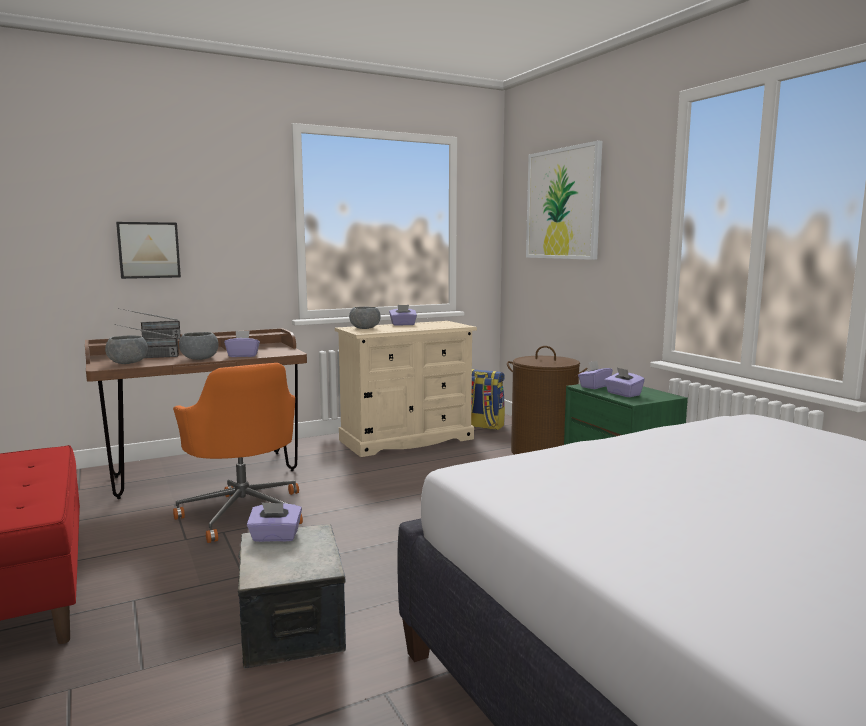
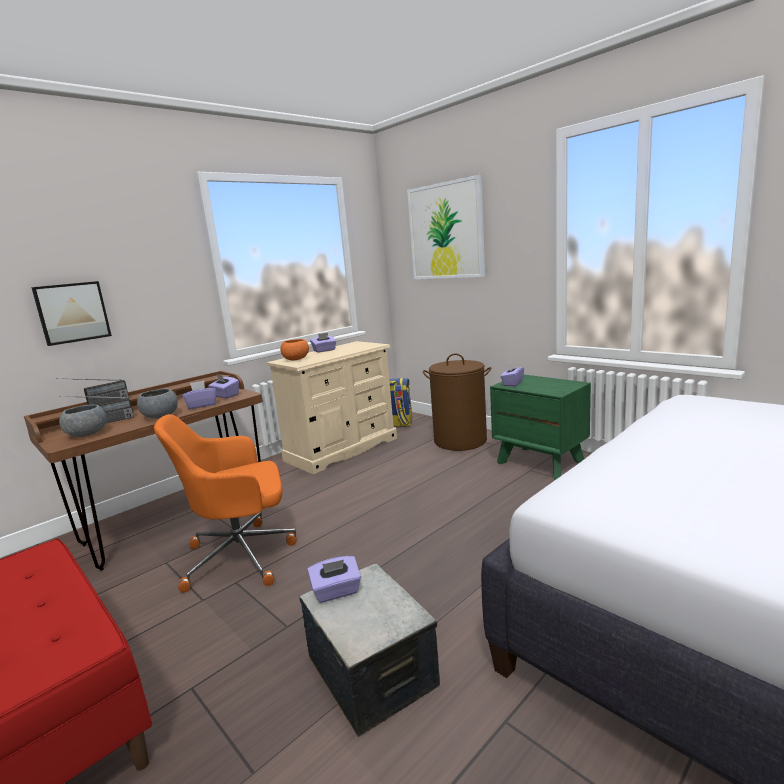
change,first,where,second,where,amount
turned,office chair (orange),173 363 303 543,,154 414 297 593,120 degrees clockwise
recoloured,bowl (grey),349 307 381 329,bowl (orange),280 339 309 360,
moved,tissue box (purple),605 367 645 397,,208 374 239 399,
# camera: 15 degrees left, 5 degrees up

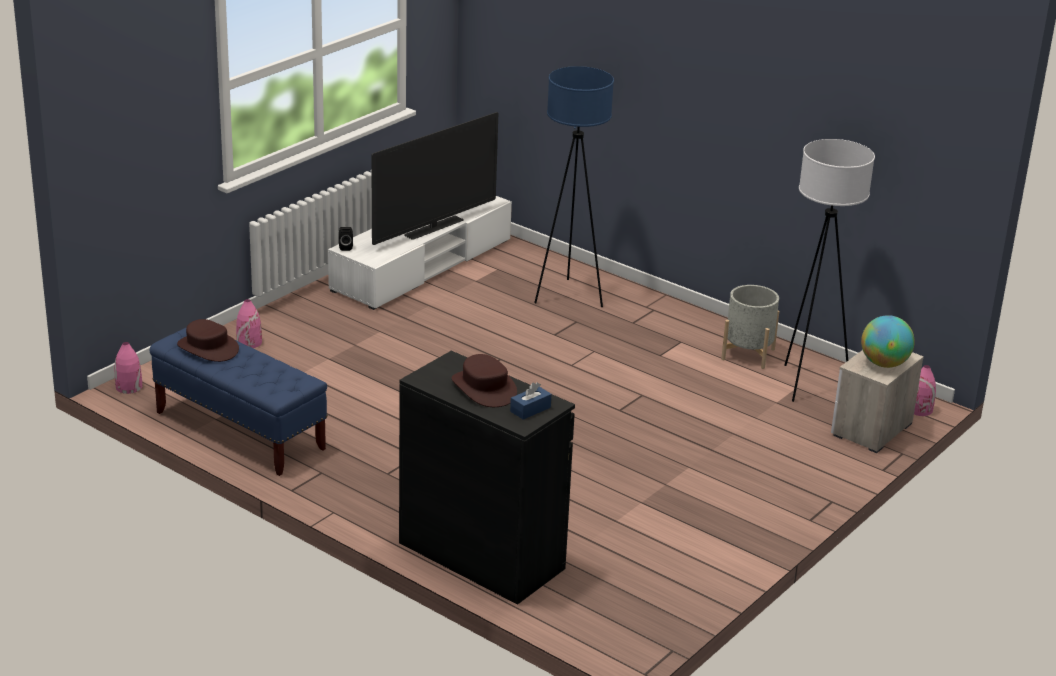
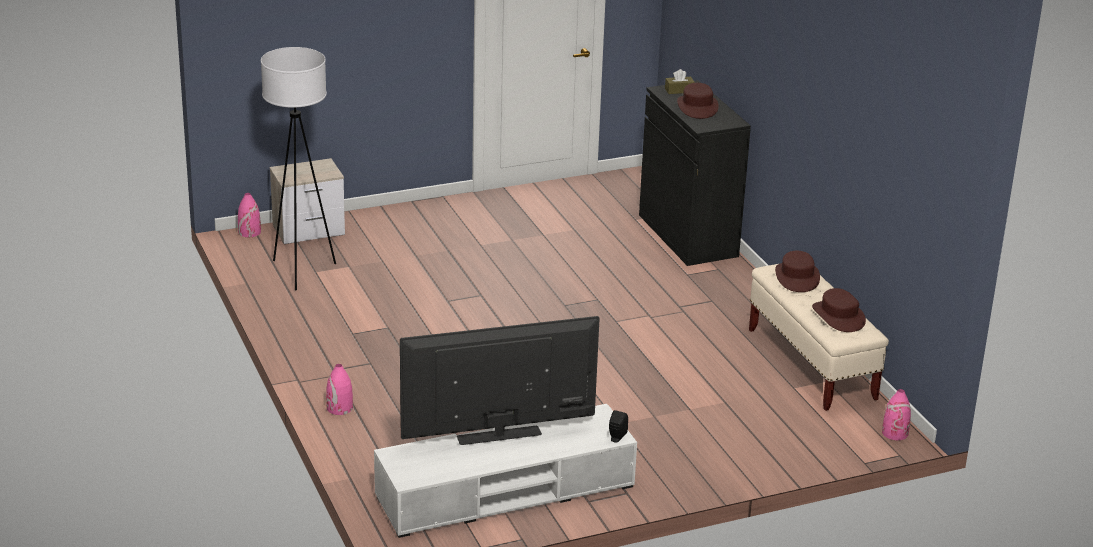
change,first,where,second,where,amount
recoloured,bench (blue),150 327 327 476,bench (beige),749 264 889 411,
moved,vase (pink),236 299 262 348,,326 364 353 415,
recoloured,tissue box (blue),510 382 551 420,tissue box (brown),665 69 695 94,
removed,floor lamp (blue),534 66 614 307,,,
removed,planter (grey),721 285 779 369,,,
removed,globe,861 315 915 368,,,
added,,,hat (brown),775 251 820 292,
# camera: 150 degrees left, 0 degrees up

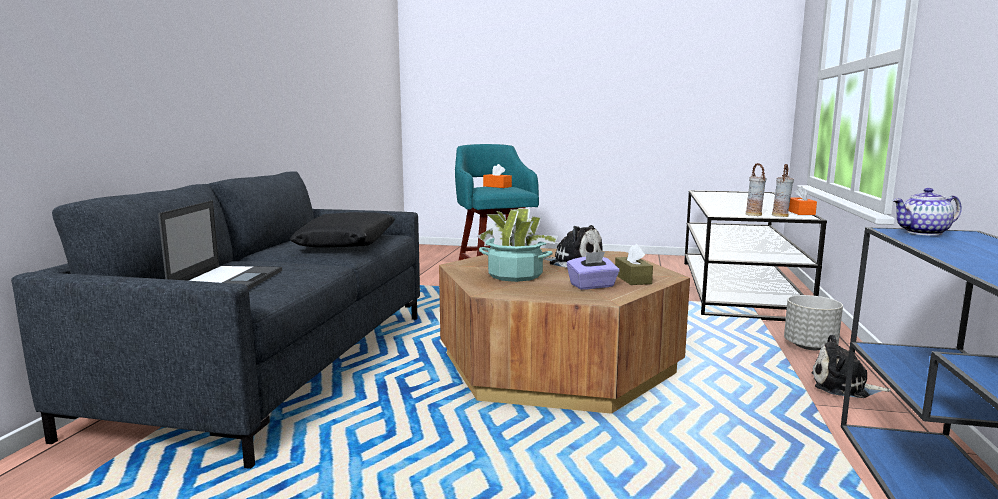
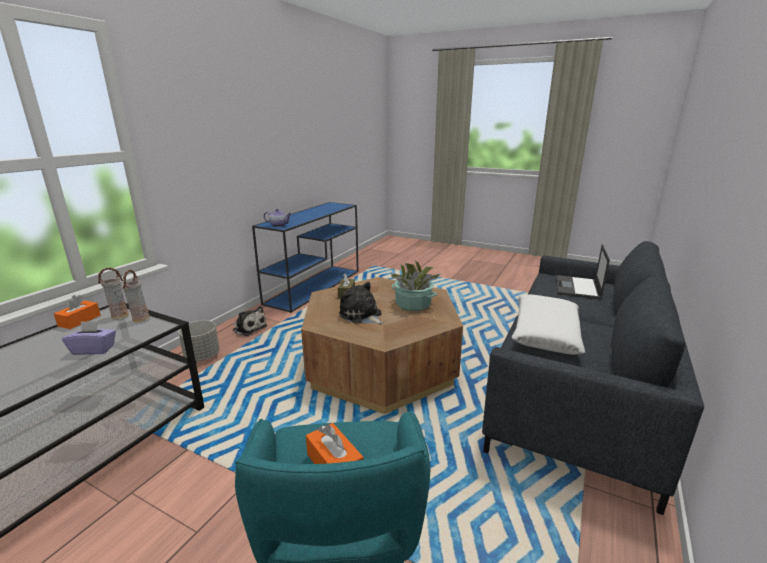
change,first,where,second,where,amount
recoloured,pillow (black),290 212 395 247,pillow (white),511 294 585 354,
moved,tissue box (purple),567 252 619 290,,62 321 116 355,
# camera: 165 degrees left, 10 degrees up

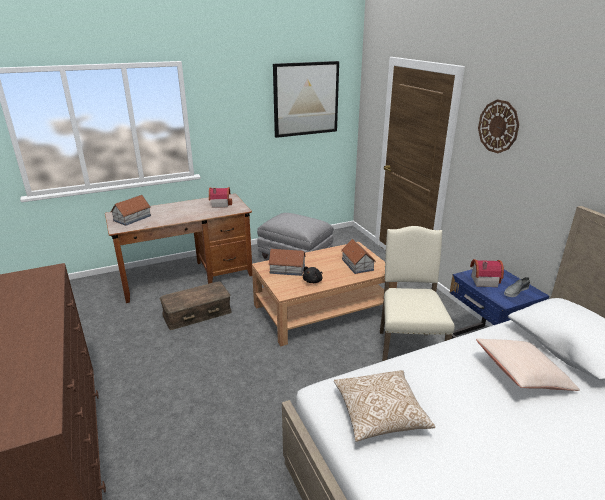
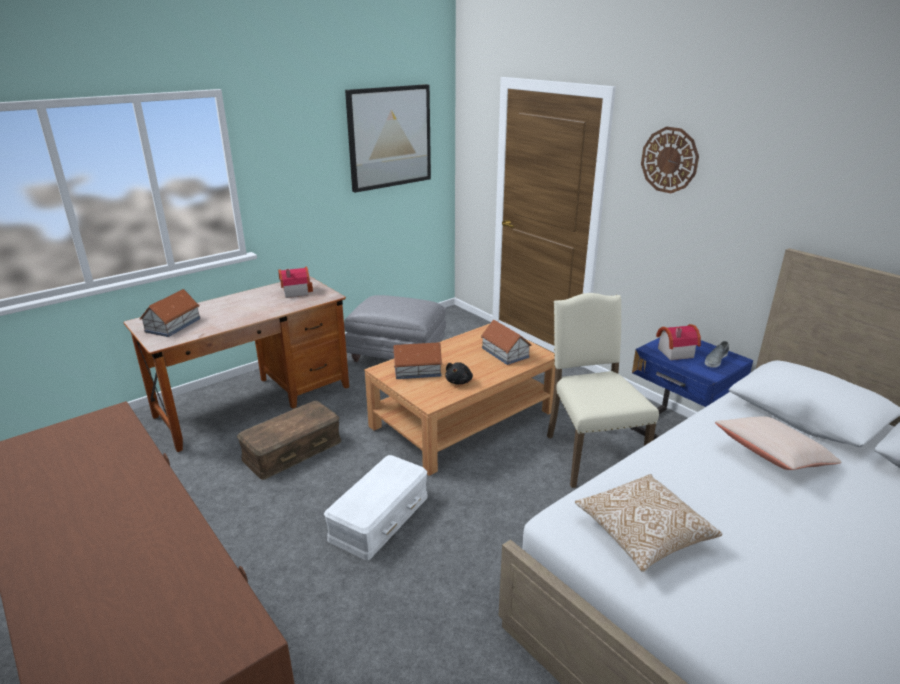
change,first,where,second,where,amount
added,,,storage box (white),324 455 428 560,
# camera: 15 degrees left, 0 degrees up

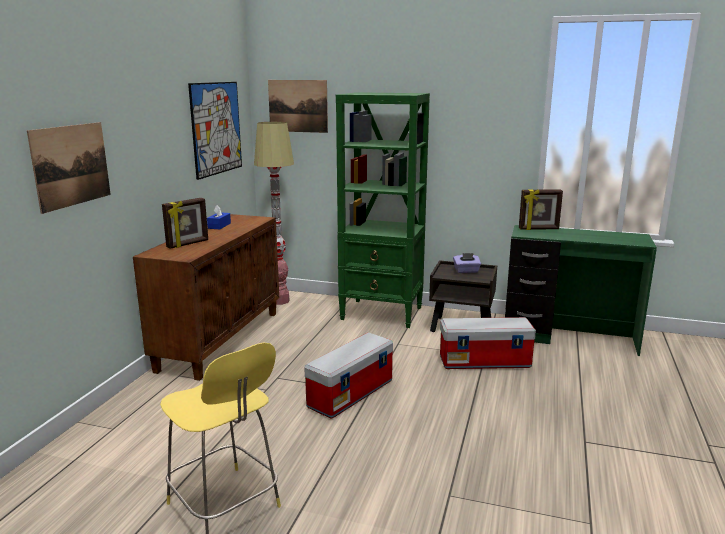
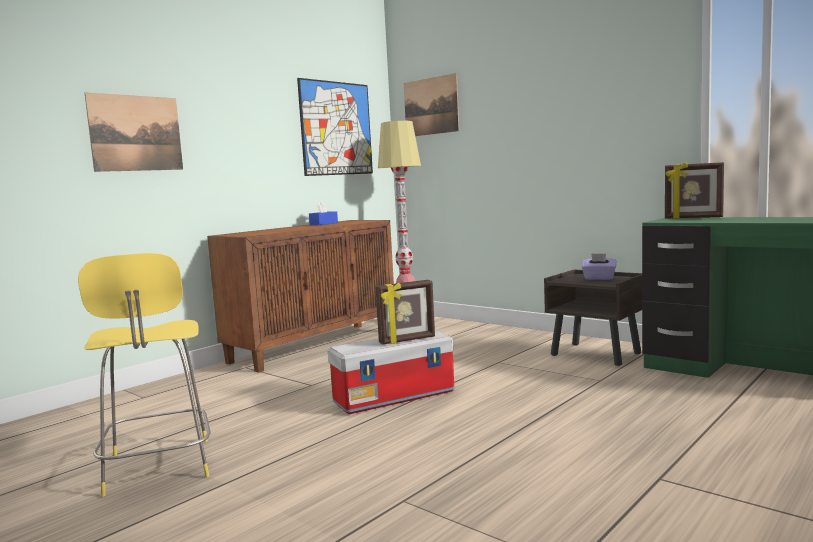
change,first,where,second,where,amount
moved,picture frame,162 198 208 249,,375 280 435 344,
removed,bookcase (green),336 92 430 328,,,
removed,storage box,440 317 536 369,,,
# camera: 25 degrees right, 10 degrees down

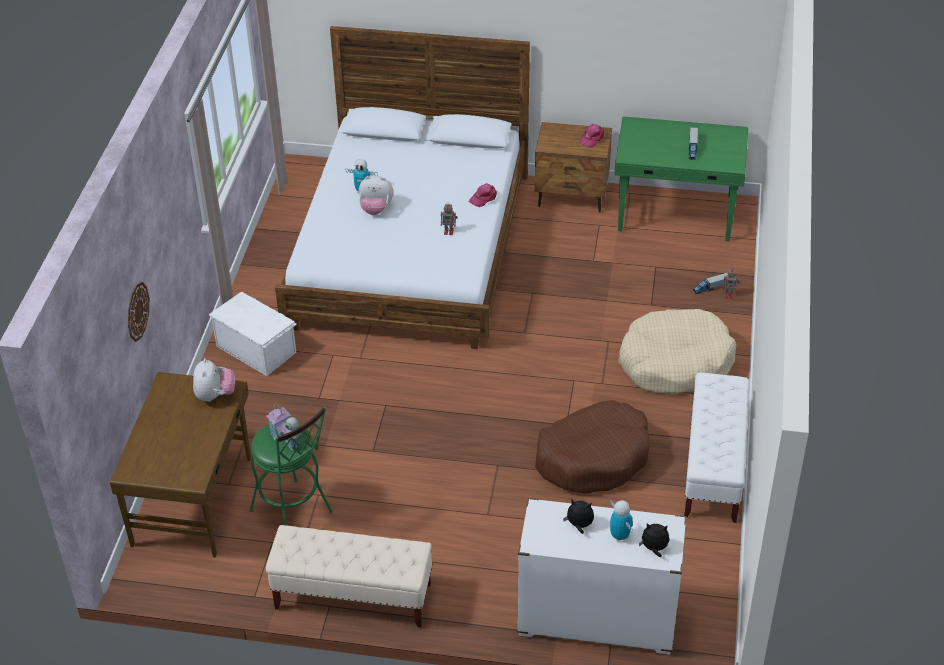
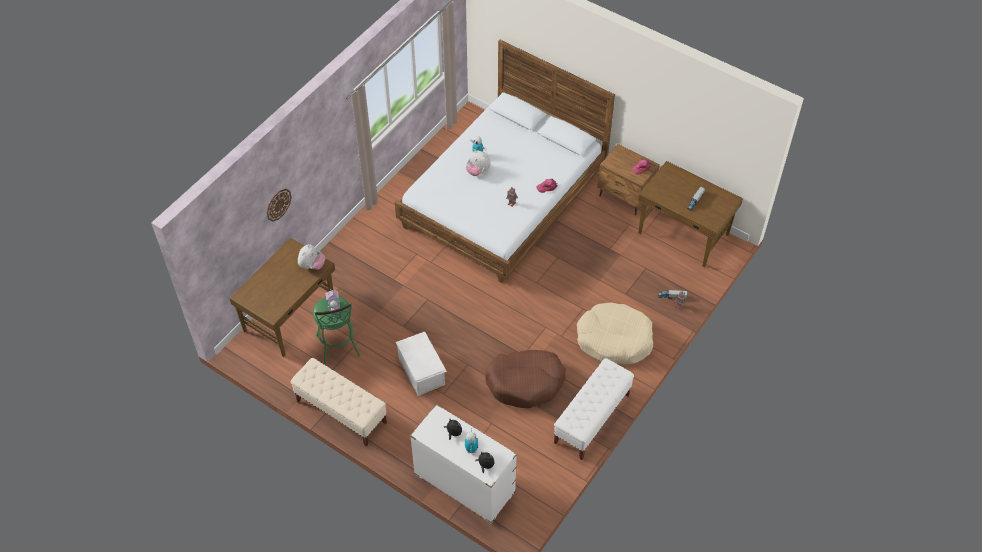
change,first,where,second,where,amount
moved,storage box (white),209 291 297 376,,396 332 447 396,
recoloured,desk (green),614 117 748 241,desk (brown),638 161 743 267,
# camera: 25 degrees right, 10 degrees up

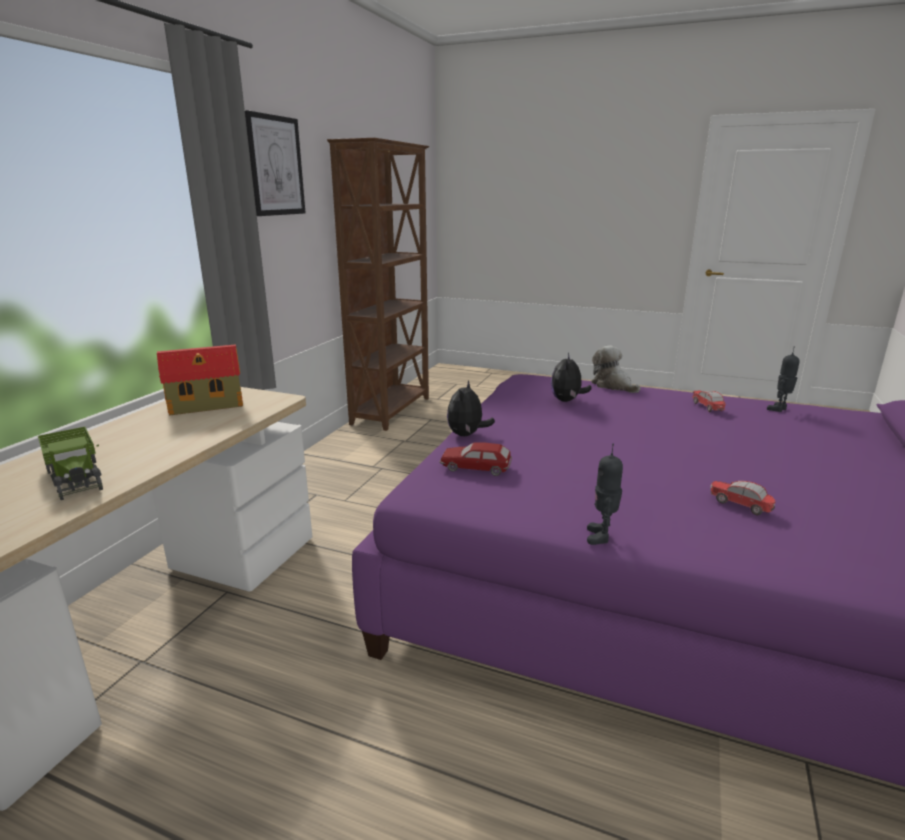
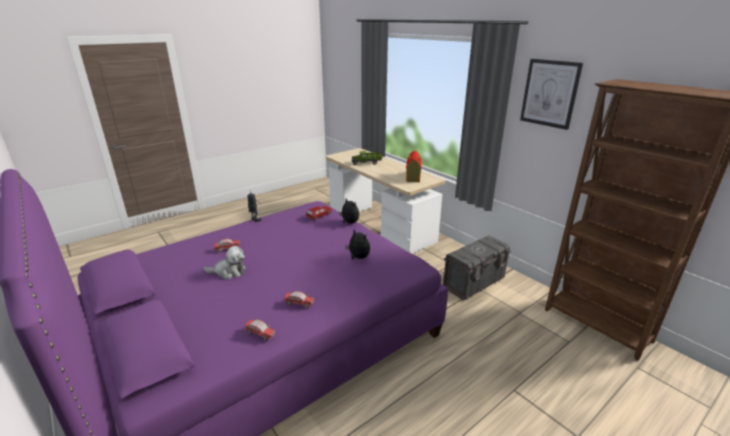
change,first,where,second,where,amount
moved,plush toy,591 345 641 393,,203 246 245 280,
replaced,toy robot,767 346 799 412,toy car,245 319 275 341,
added,,,storage box (grey),443 235 511 300,
# camera: 120 degrees right, 5 degrees up

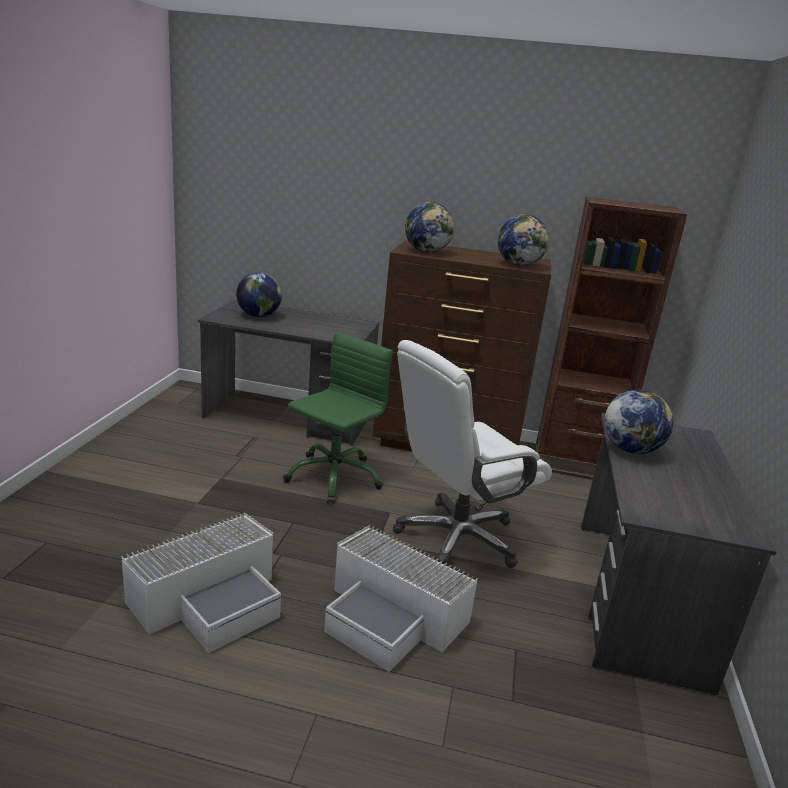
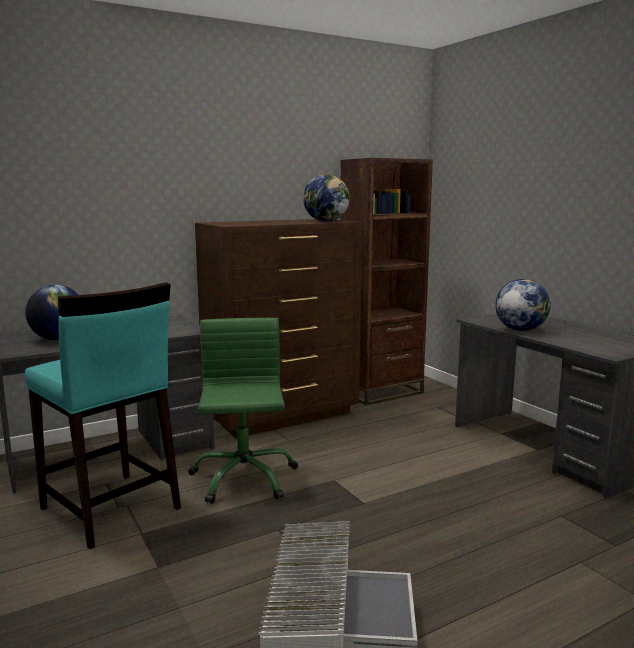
change,first,where,second,where,amount
removed,storage box (white),324 525 478 672,,,
removed,office chair (white),393 340 552 568,,,
removed,globe,405 202 455 253,,,
added,,,stool (turquoise),25 282 181 549,
# camera: 40 degrees left, 10 degrees down

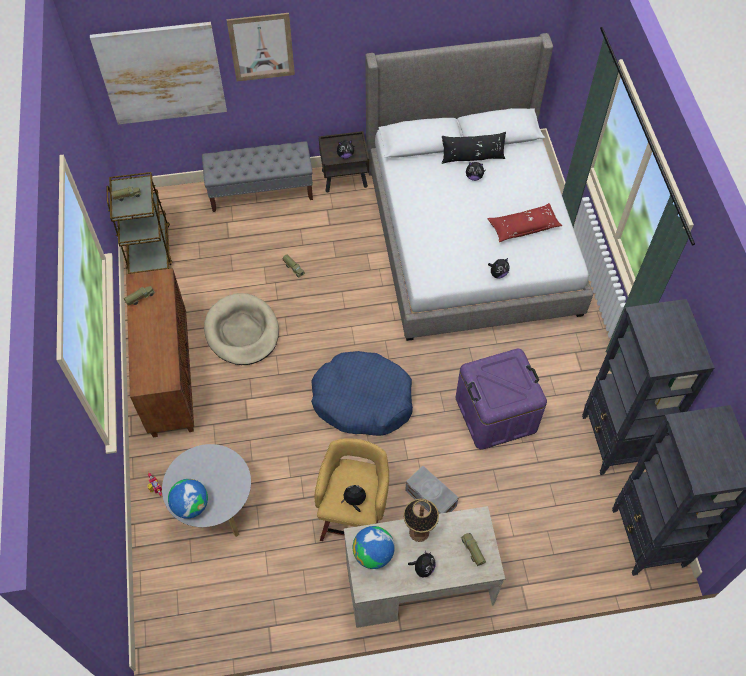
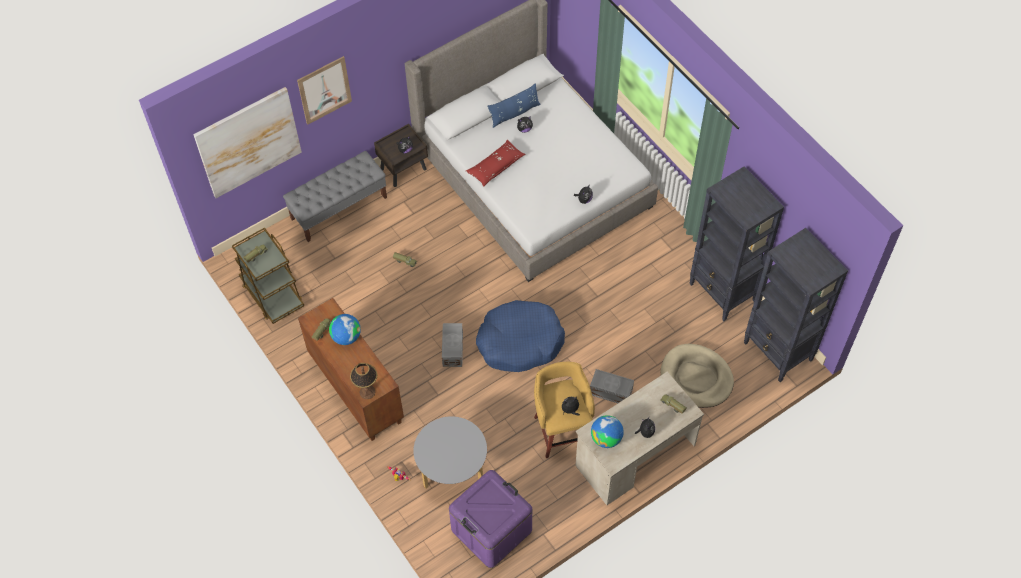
change,first,where,second,where,amount
moved,globe,168 479 208 519,,329 314 361 345,
moved,dog bed (beige),204 293 279 365,,661 344 734 408,
moved,table lamp,403 499 439 542,,350 363 378 399,
recoloured,pillow (black),442 132 506 164,pillow (blue),487 83 541 128,
moved,storage box (purple),456 349 547 450,,449 470 532 568,
moved,pillow (red),487 203 562 242,,466 140 526 186,
added,,,storage box (grey),442 323 463 367,
# camera: 25 degrees left, 0 degrees up

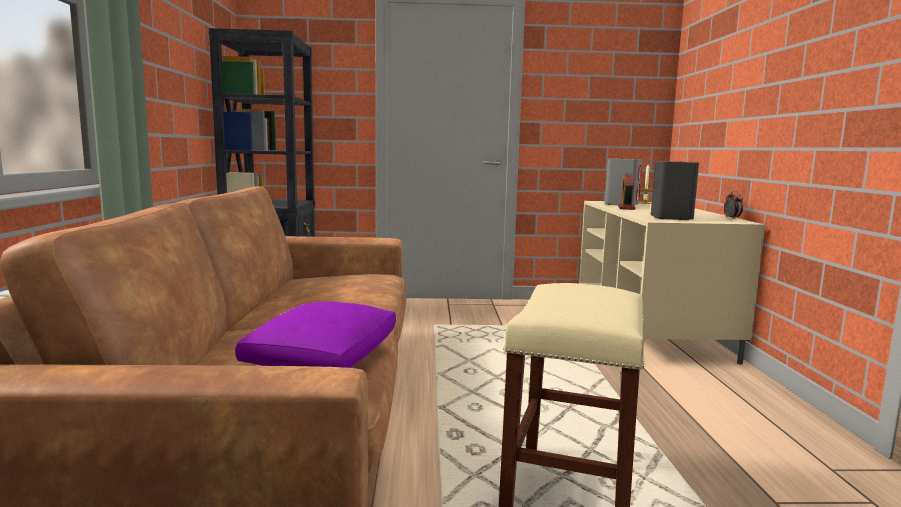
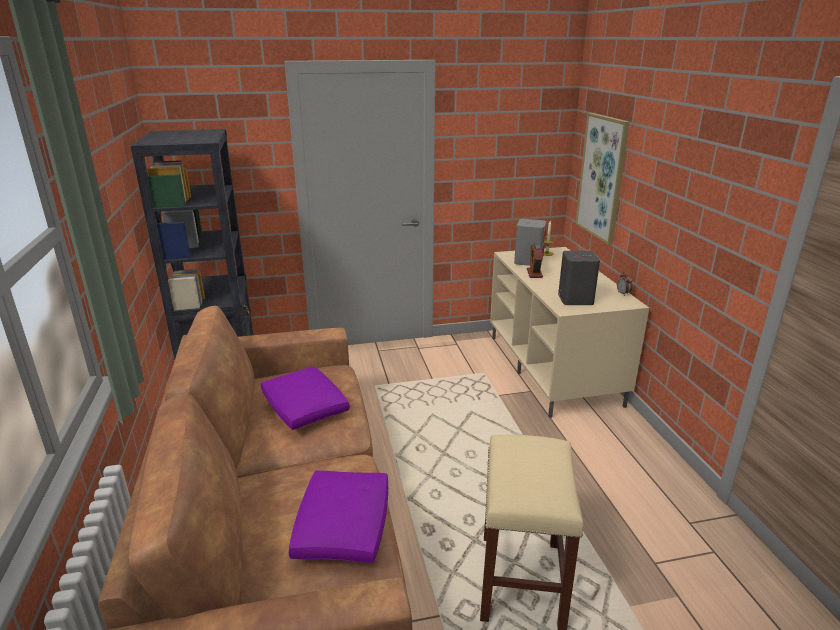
change,first,where,second,where,amount
added,,,pillow (purple),261 366 350 430,
added,,,picture,575 113 630 245,
# camera: 10 degrees left, 15 degrees up

